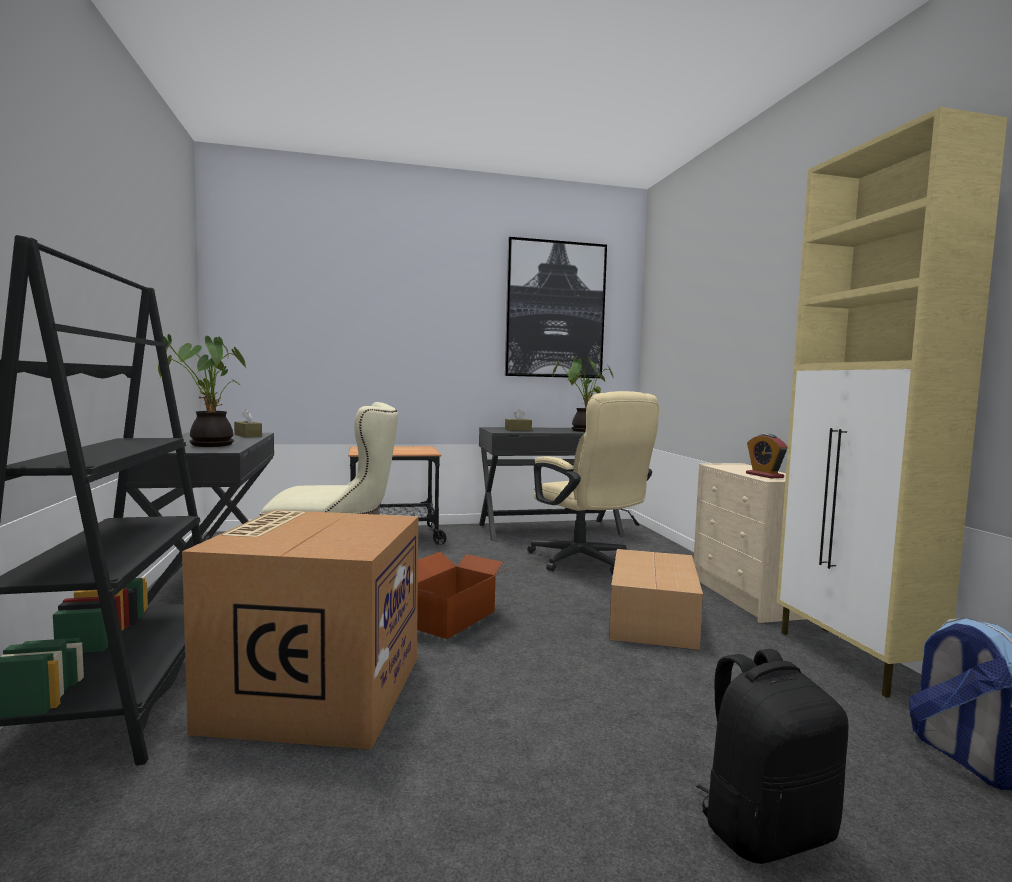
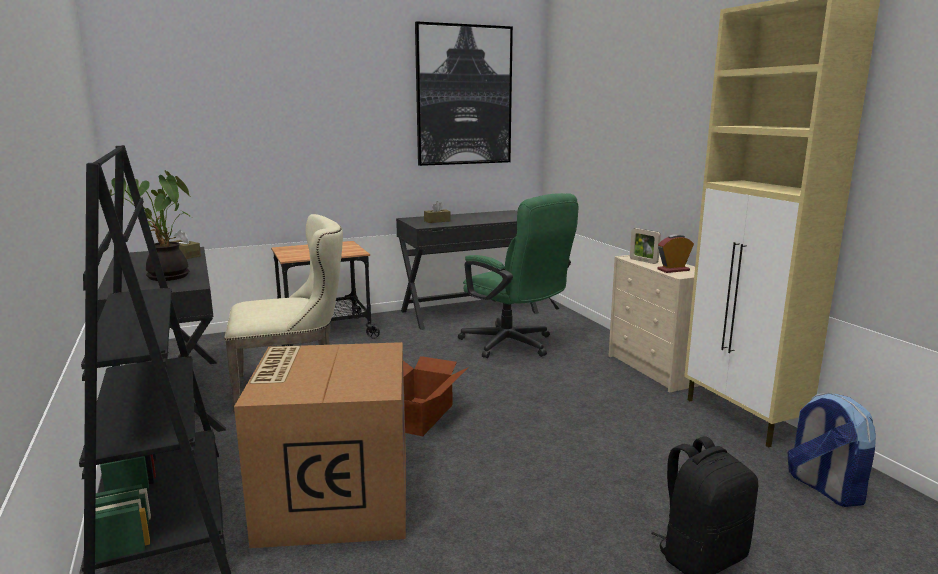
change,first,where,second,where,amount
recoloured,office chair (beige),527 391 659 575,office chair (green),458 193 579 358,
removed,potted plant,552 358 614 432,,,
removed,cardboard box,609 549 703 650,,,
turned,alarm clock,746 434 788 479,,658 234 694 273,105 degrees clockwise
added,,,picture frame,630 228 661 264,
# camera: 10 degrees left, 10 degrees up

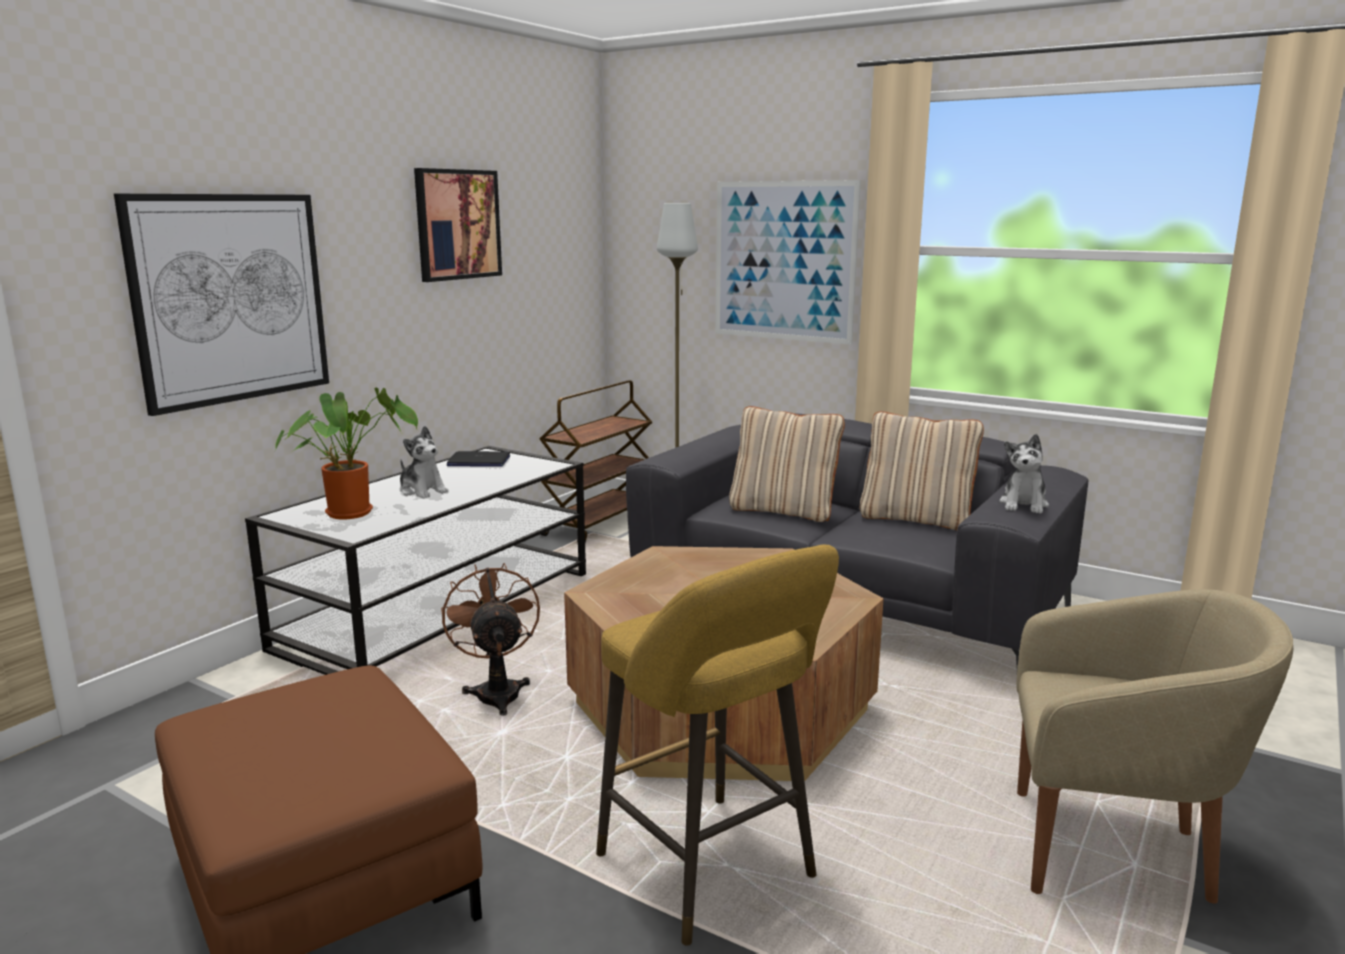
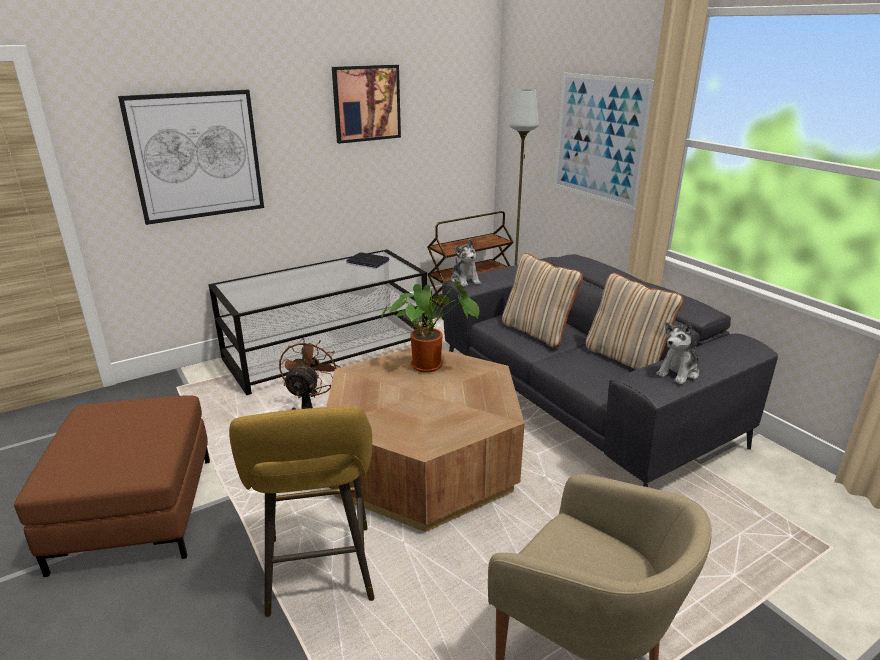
change,first,where,second,where,amount
moved,potted plant,275 387 418 520,,381 279 479 372,
moved,plush toy,400 426 449 499,,451 239 481 287,
# camera: 25 degrees right, 10 degrees up

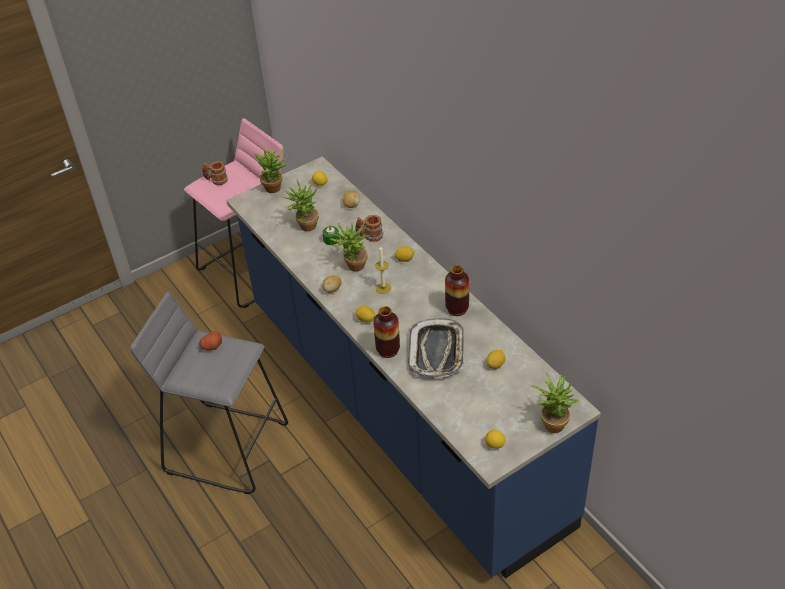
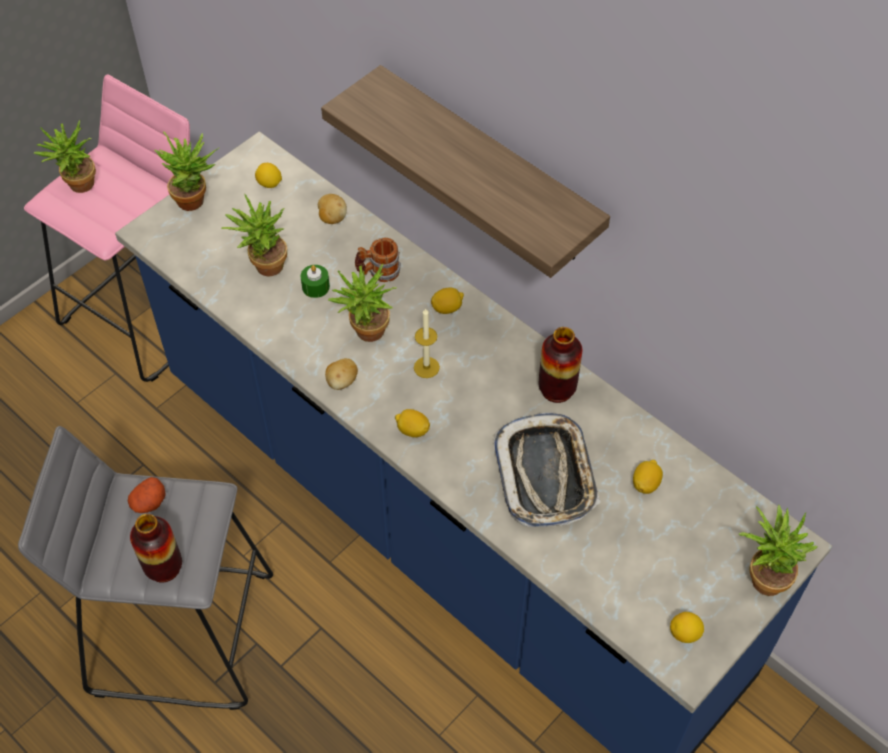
change,first,where,second,where,amount
replaced,mug,202 161 228 185,potted plant,34 120 96 193,
moved,vase,373 306 400 358,,130 514 182 583,
added,,,shelf,321 65 610 278,
# camera: 15 degrees left, 10 degrees up

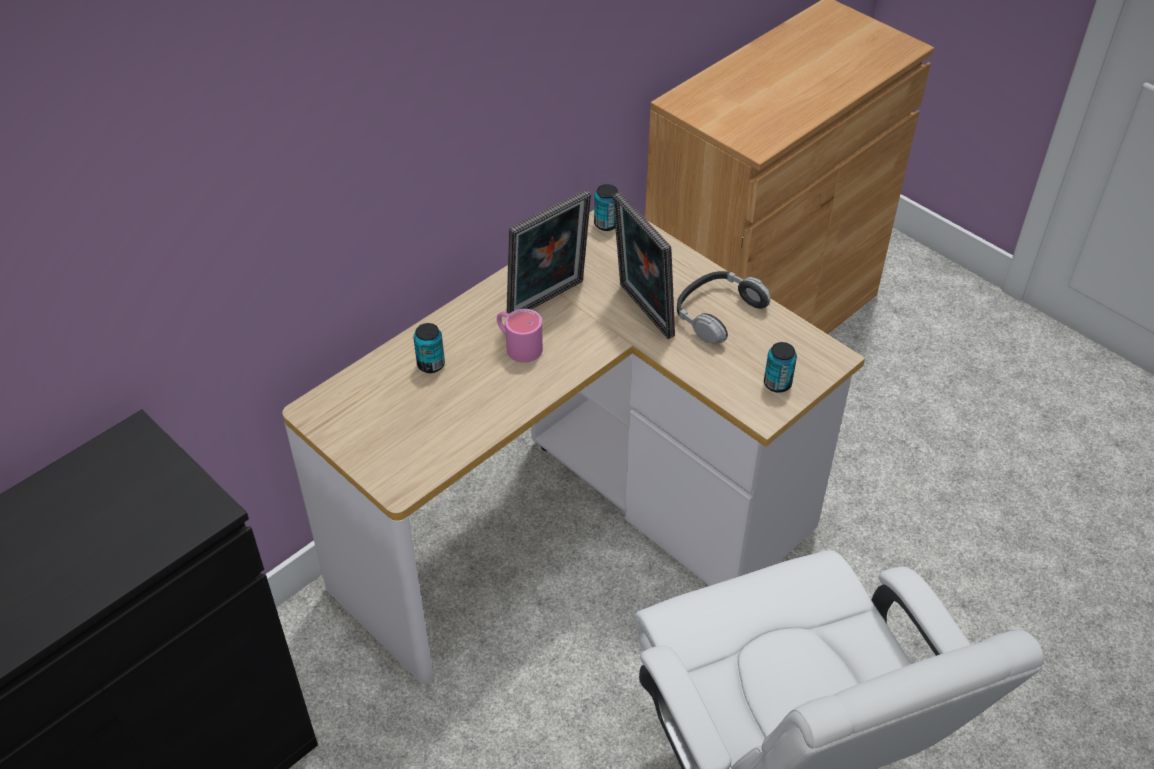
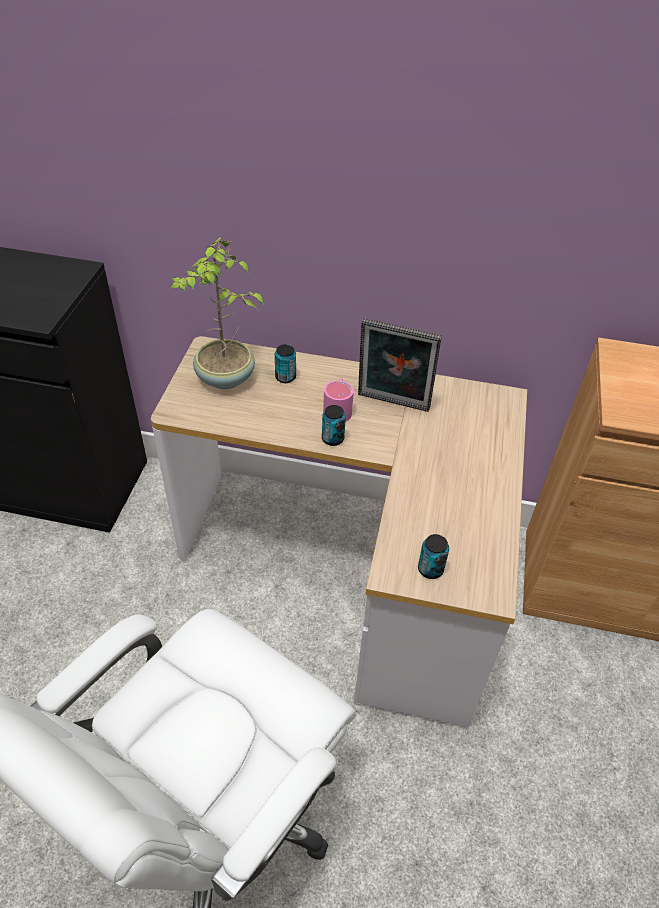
change,first,where,second,where,amount
moved,can,594 184 618 231,,322 405 346 446,
removed,picture frame,613 192 675 339,,,
removed,headphones,677 271 770 344,,,
added,,,potted plant,170 238 264 389,
# camera: 55 degrees right, 0 degrees up

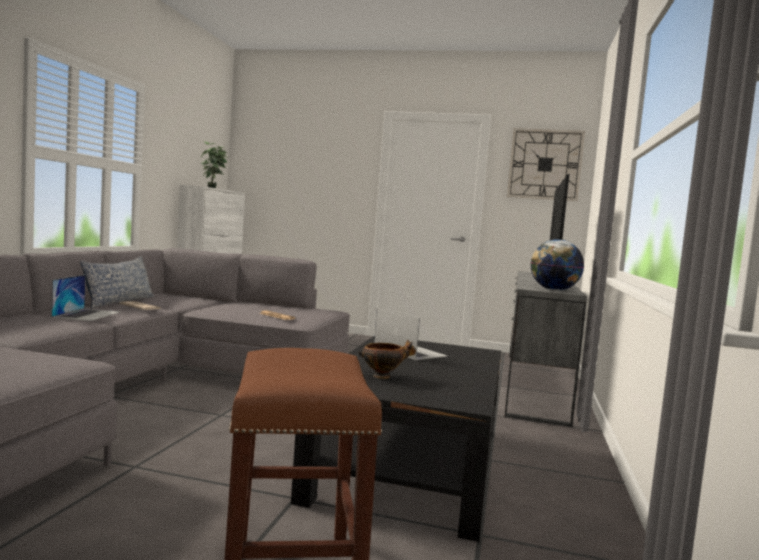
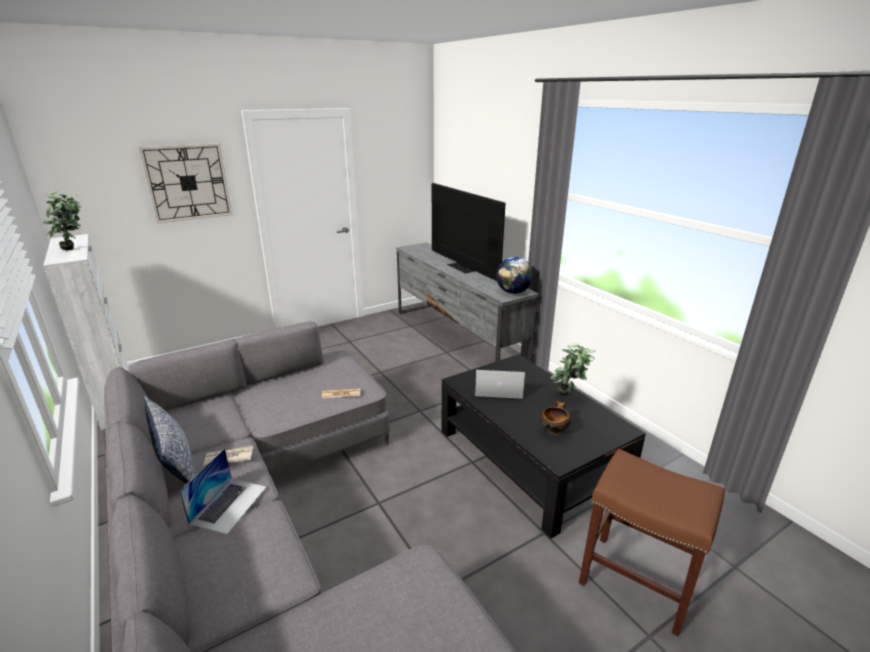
change,first,where,second,where,amount
turned,laptop,51 275 120 321,,179 448 267 534,60 degrees clockwise
moved,wall clock,507 128 585 201,,139 143 232 224,
added,,,potted plant,550 344 596 396,
# camera: 45 degrees left, 20 degrees up

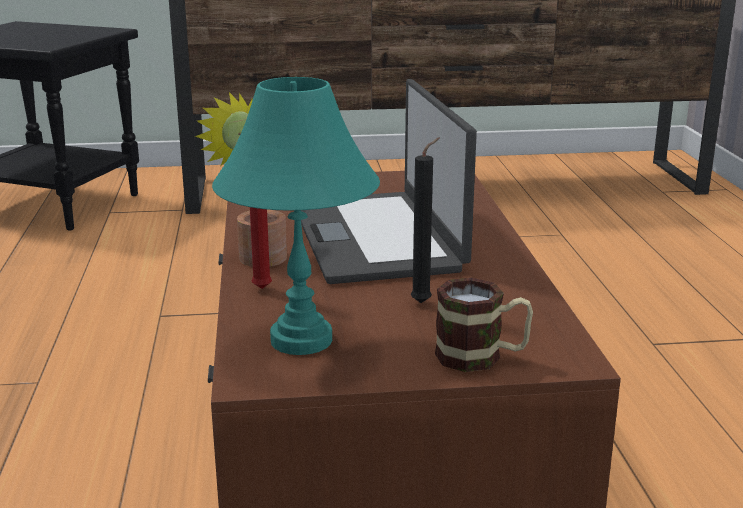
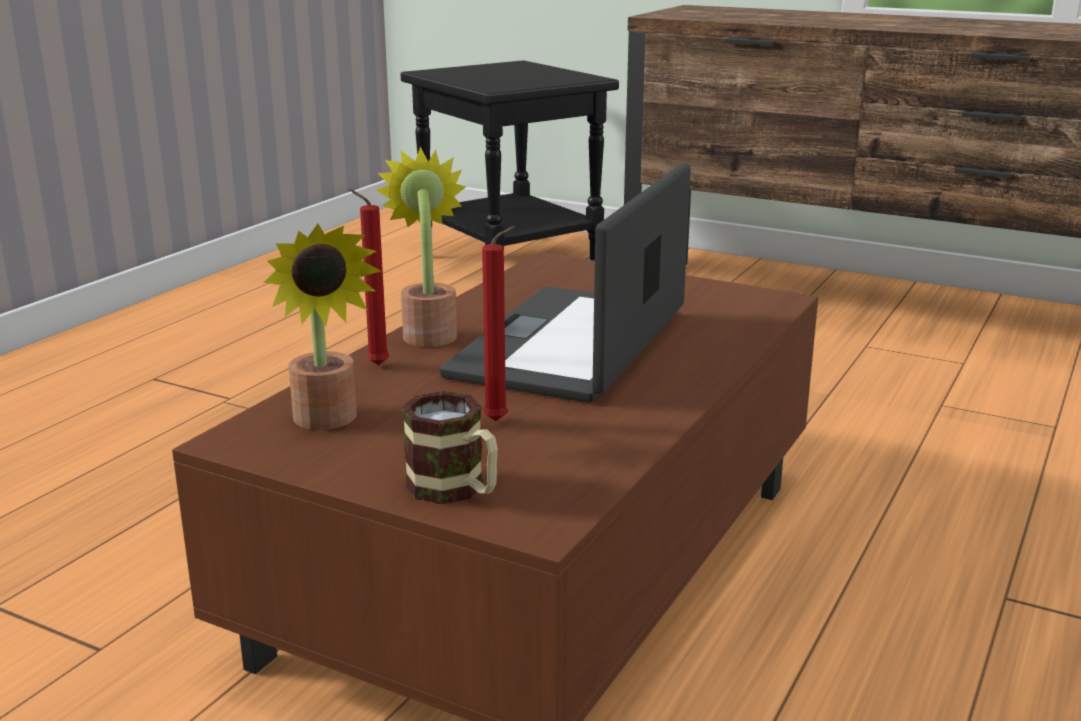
change,first,where,second,where,amount
replaced,table lamp (turquoise),212 77 380 355,potted plant,264 224 381 430,
recoloured,candle (black),411 137 440 303,candle (red),482 226 516 421,
# camera: 35 degrees right, 0 degrees up

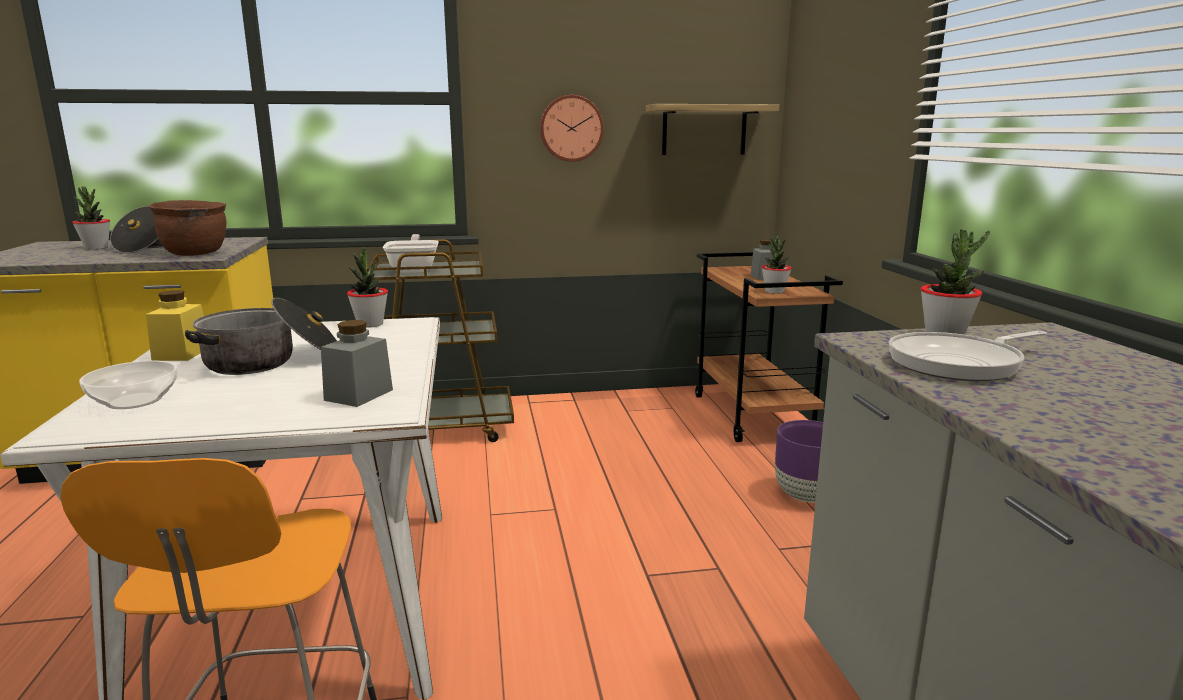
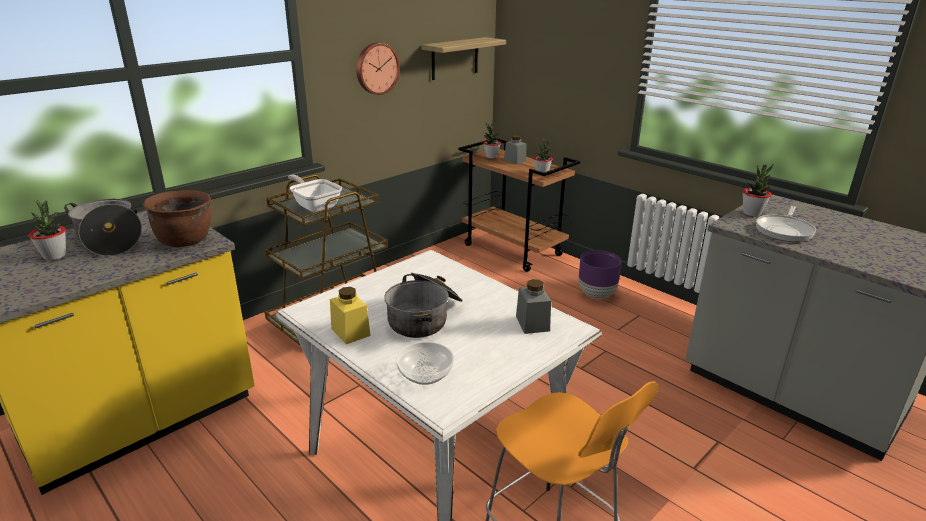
change,first,where,second,where,amount
moved,potted plant,347 247 388 328,,483 123 501 159,
# camera: 35 degrees left, 10 degrees up

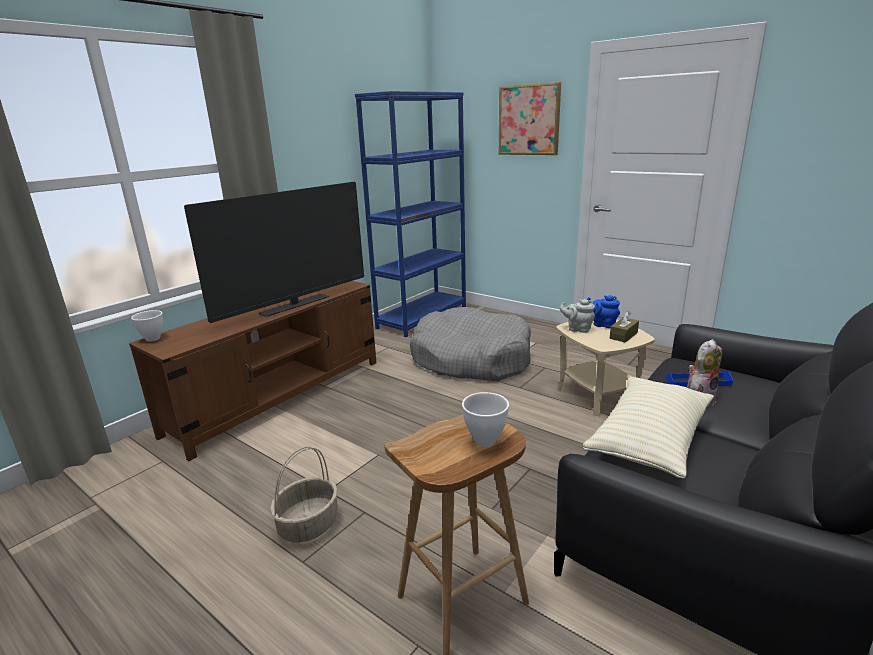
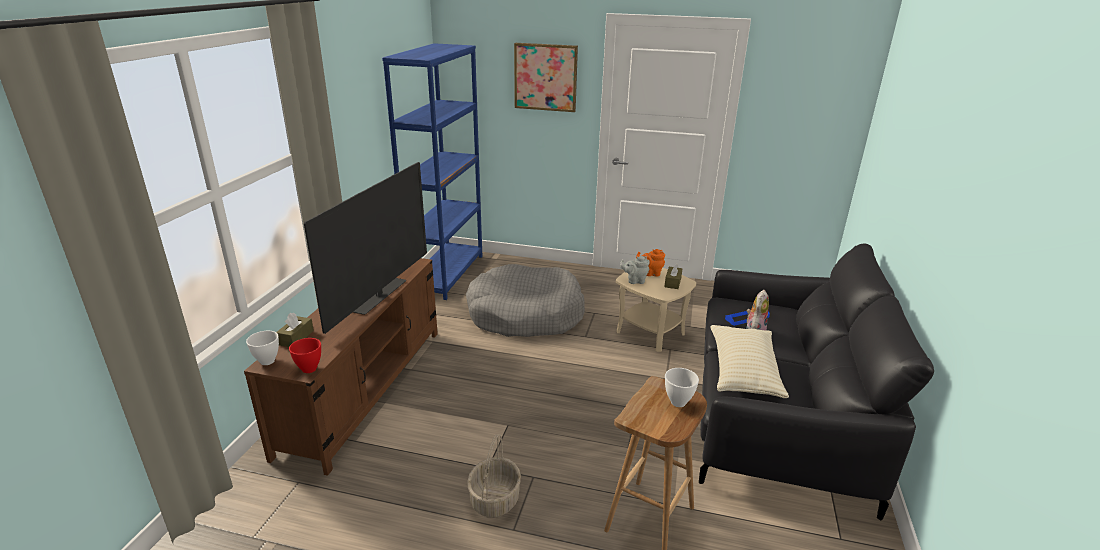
change,first,where,second,where,amount
recoloured,teapot (blue),587 295 620 328,teapot (orange),636 249 665 277,
added,,,tissue box (brown),276 313 314 347,
added,,,bowl (red),289 338 321 373,
# camera: 25 degrees left, 5 degrees up

